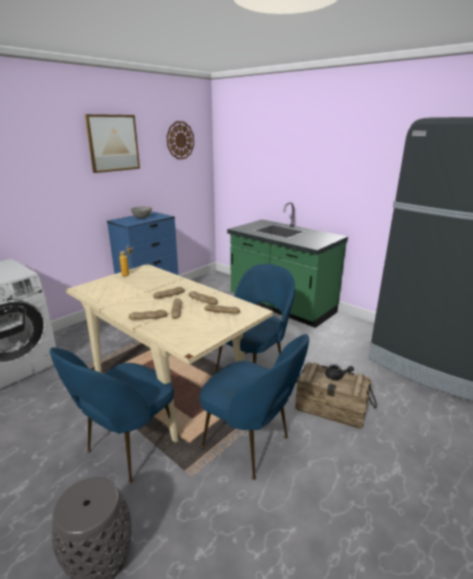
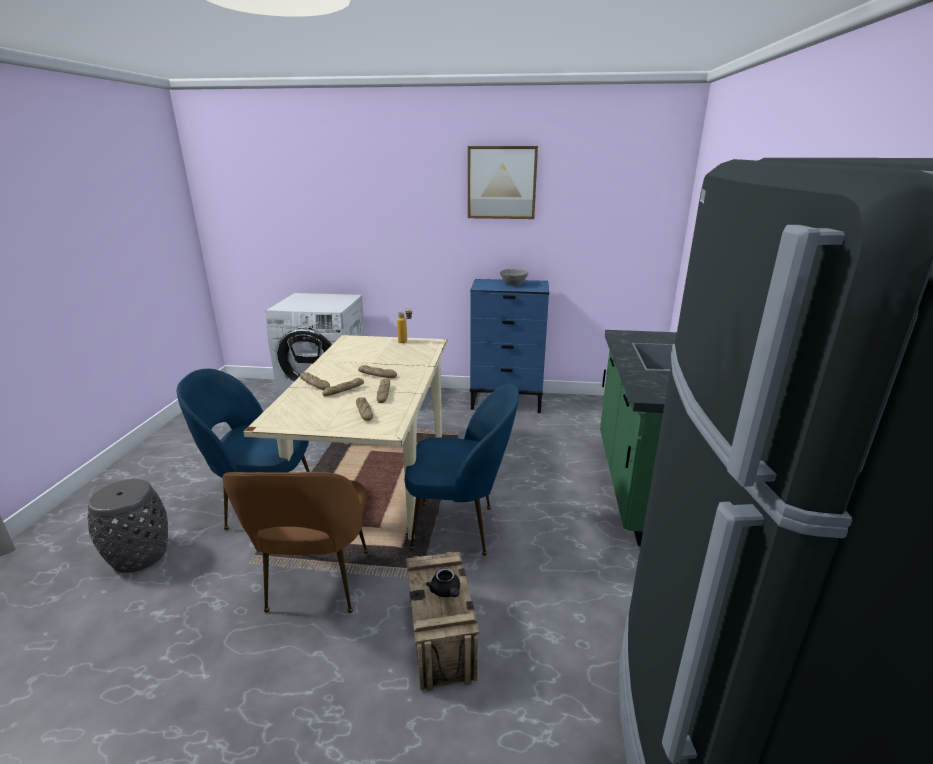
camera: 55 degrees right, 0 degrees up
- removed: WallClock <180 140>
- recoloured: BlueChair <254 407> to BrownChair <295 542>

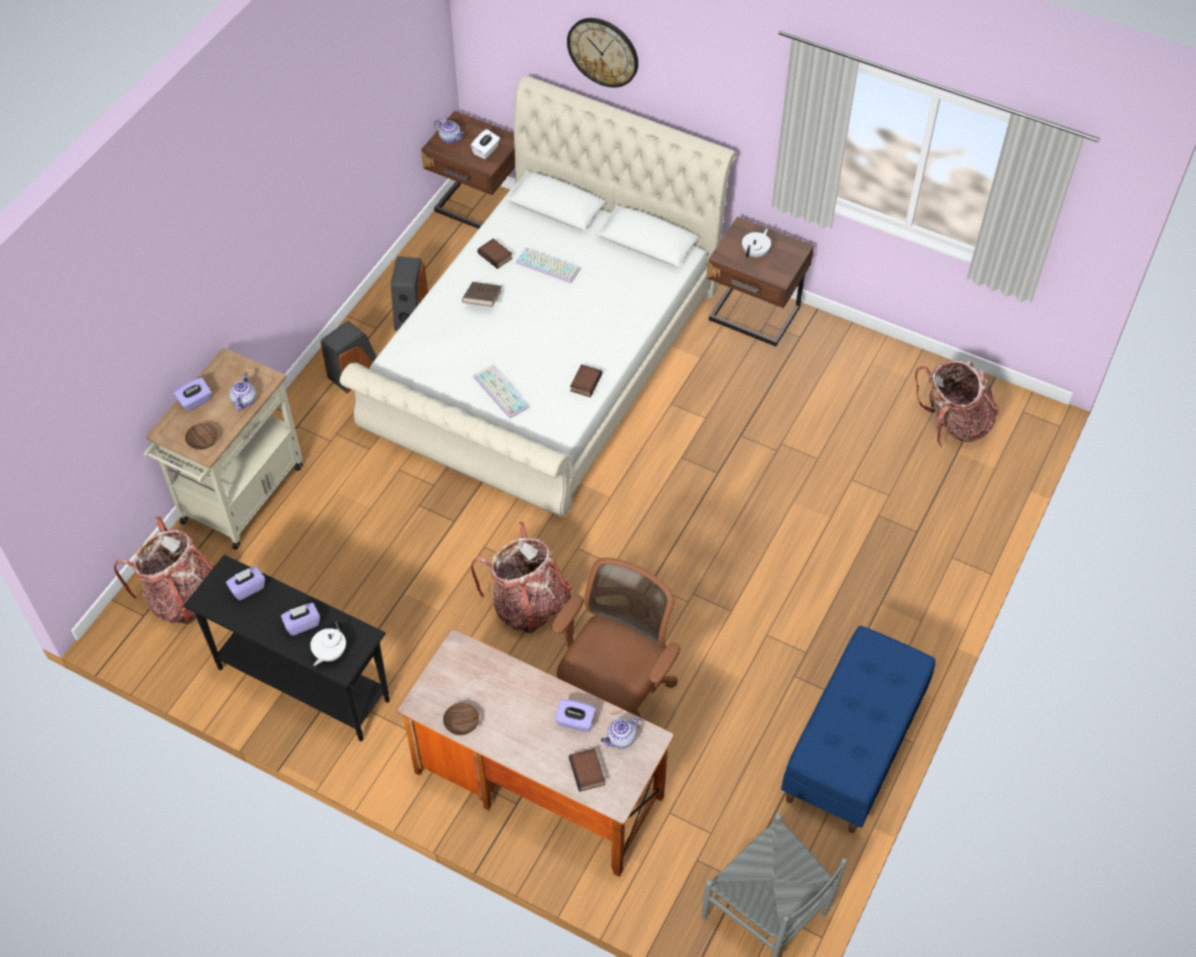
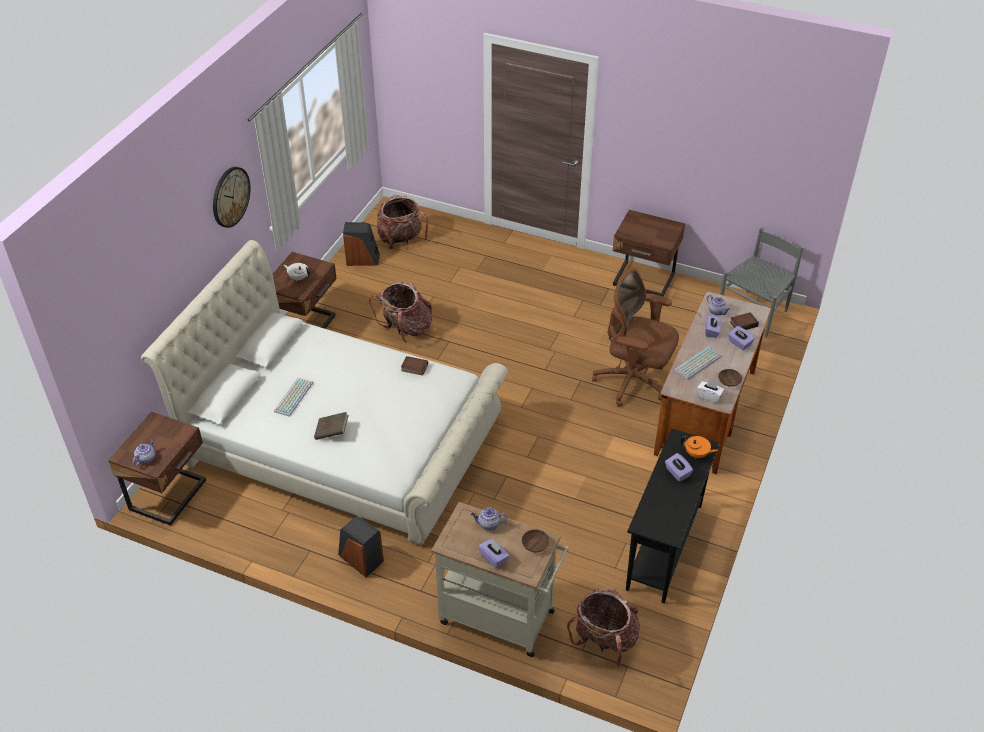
camera: 95 degrees left, 10 degrees down
- moved: WallClock <602 53> to <231 197>
- moved: WhiteTissueBox <485 144> to <710 391>
- removed: Book <495 254>
- moved: Speaker <409 293> to <361 244>
- moved: Keyboard <501 391> to <697 363>
- moved: Backpack <521 577> to <400 312>
- moved: PurpleTissueBox <245 583> to <741 338>
- recoloured: WhiteTeapot <328 643> to OrangeTeapot <699 446>
- replaced: BlueBench <858 729> to BrownNightstand <649 253>

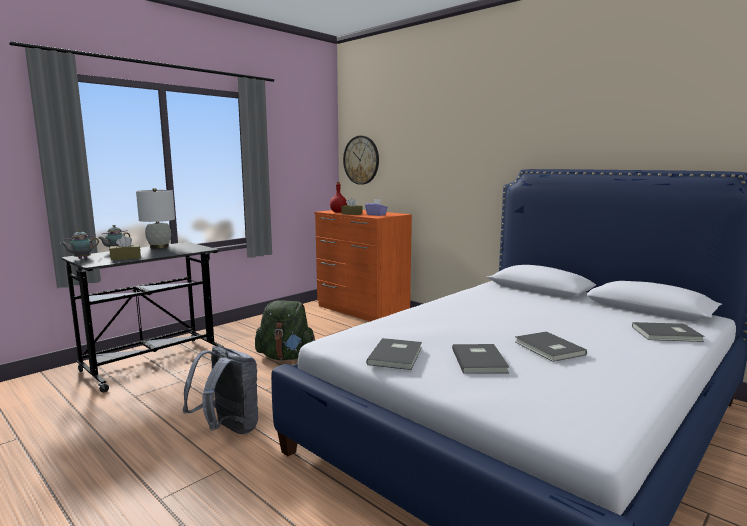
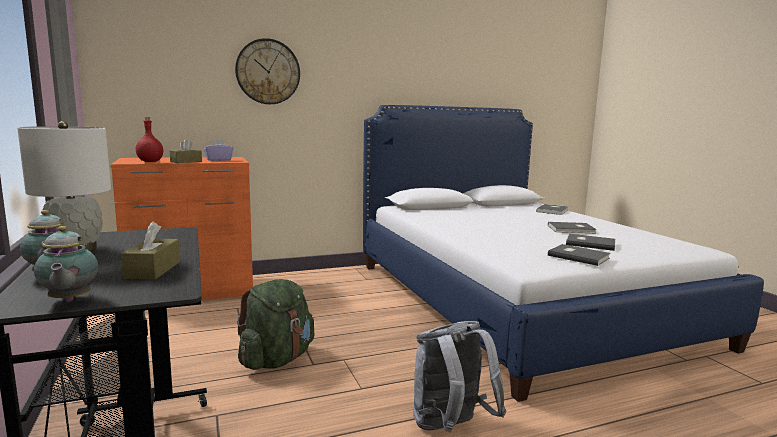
camera: 65 degrees left, 0 degrees up
- moved: WallClock <361 160> to <267 71>

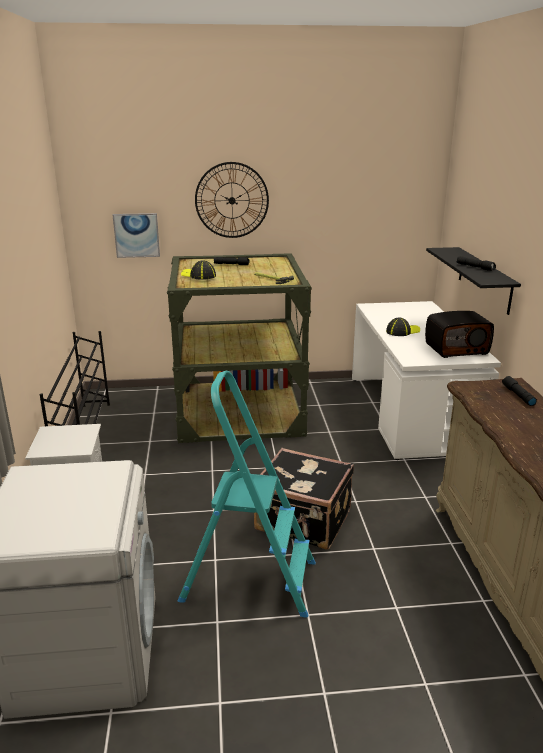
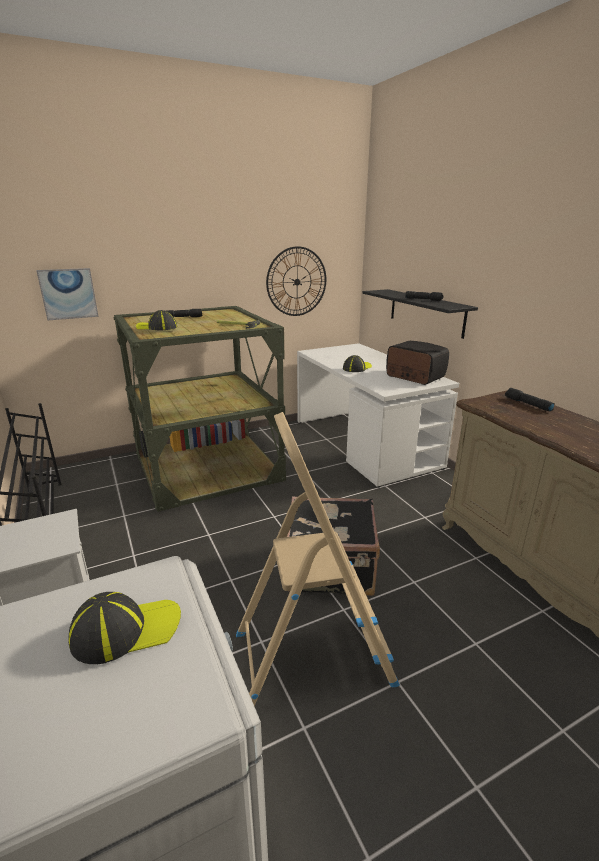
camera: 20 degrees left, 0 degrees up
- moved: WallClock <232 200> to <296 281>
- turned: Radio <459 334> = <417 363> 105 degrees counterclockwise
- recoloured: TurquoiseStepLadder <247 494> to BeigeStepLadder <318 559>
- added: Cap <124 628>

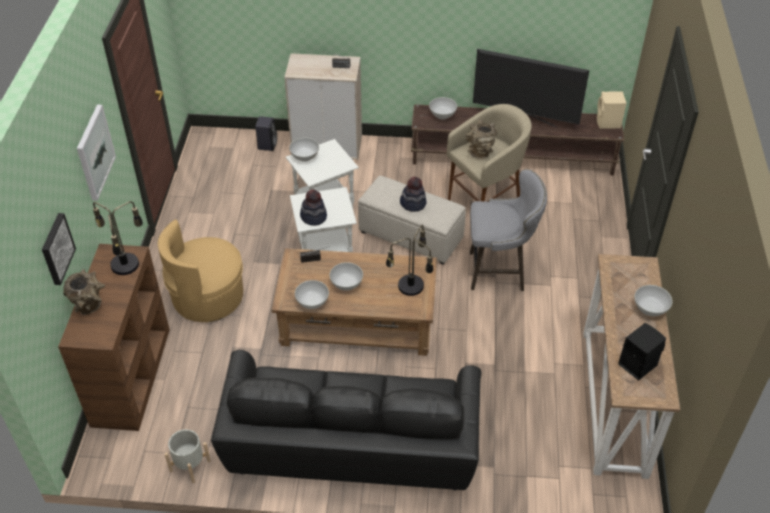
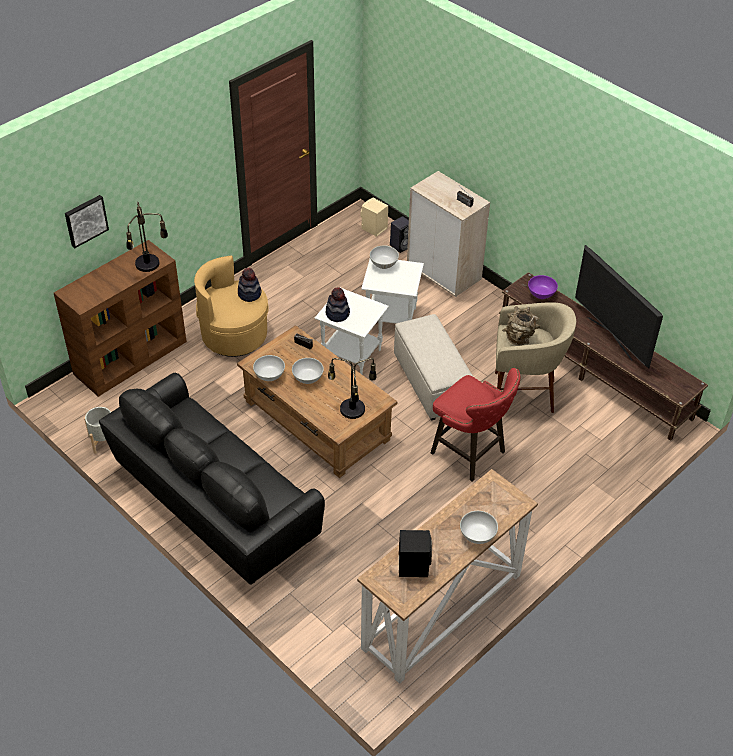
camera: 40 degrees right, 0 degrees up
- moved: BeigeSpeaker <611 110> to <374 217>
- recoloured: WhiteBowl <443 108> to PurpleBowl <543 287>
- removed: Picture <96 153>
- recoloured: GreyStool <508 230> to RedStool <475 425>
- moved: Hat <413 194> to <250 285>
- removed: BrownVase <84 292>

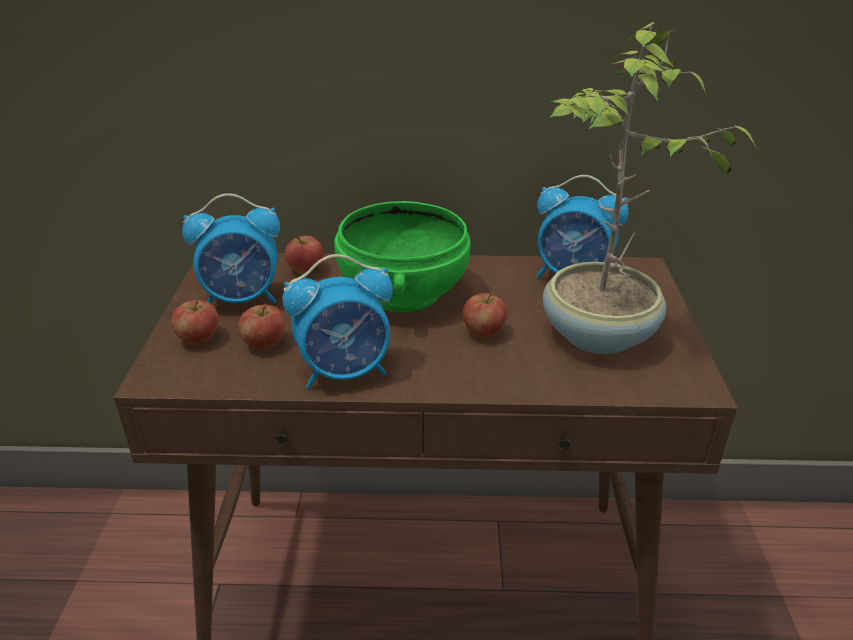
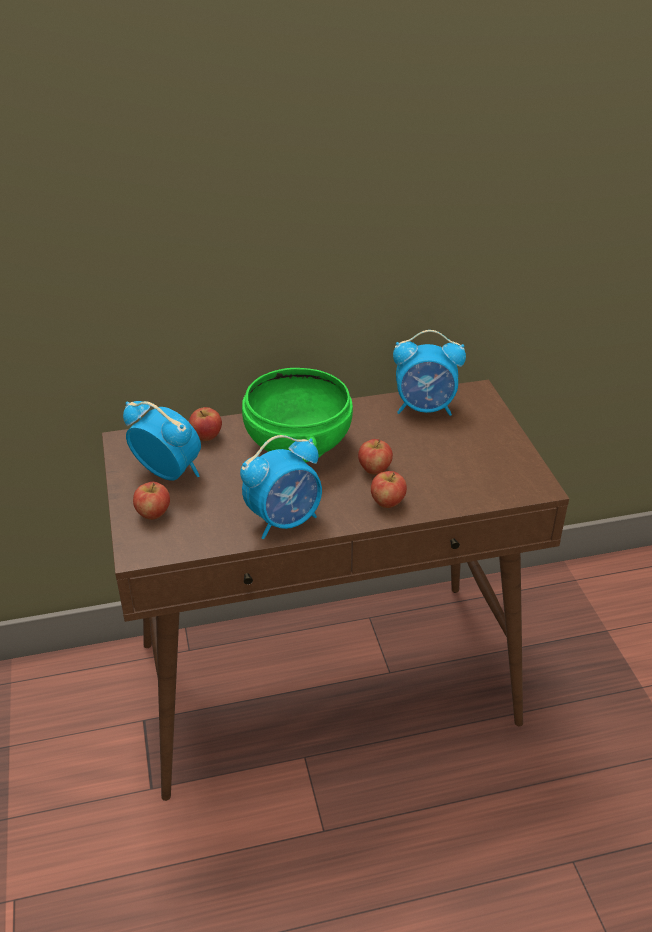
camera: 15 degrees left, 5 degrees up
- removed: PottedPlant <650 188>
- turned: AlarmClock <231 248> = <162 441> 120 degrees counterclockwise
- moved: Apple <261 327> to <389 489>

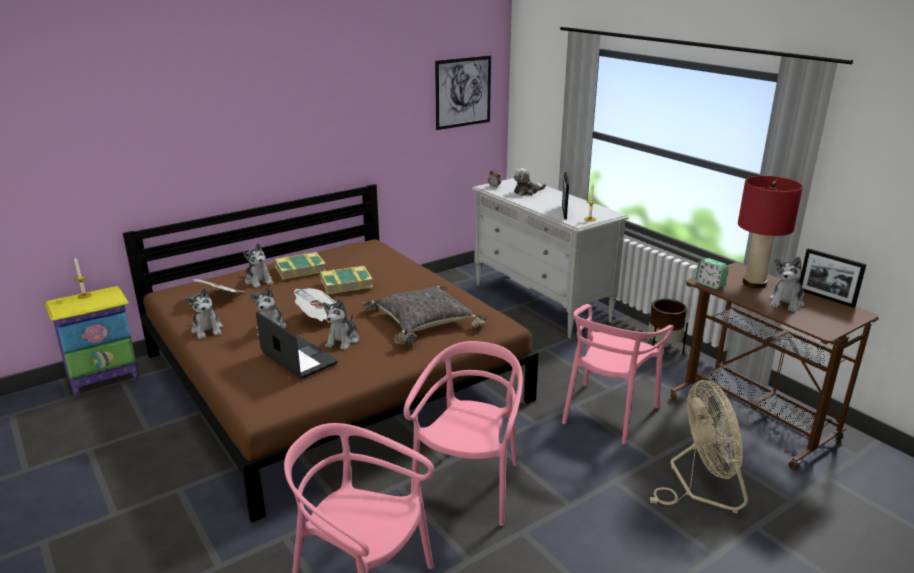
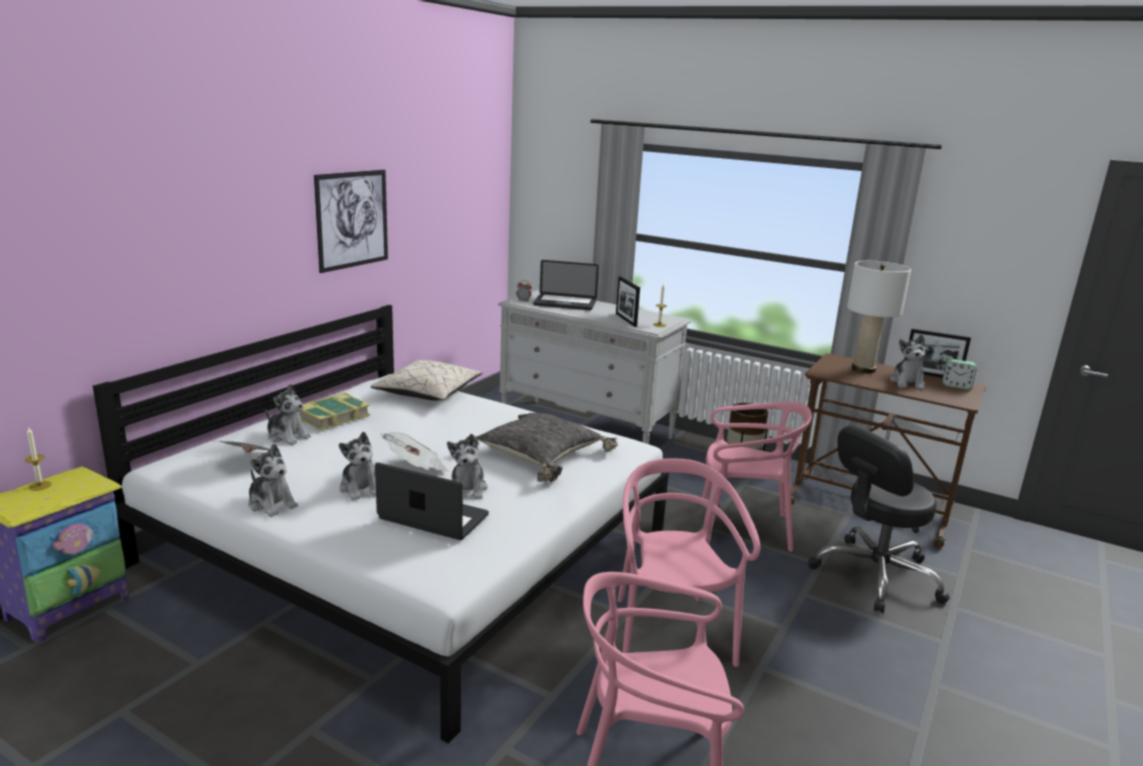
camera: 25 degrees left, 5 degrees down
- moved: Picture <463 92> to <351 221>
- replaced: PlushToy <530 182> to Laptop <566 285>
- recoloured: RedTableLamp <770 232> to WhiteTableLamp <879 317>
- recoloured: BrownBed <331 353> to WhiteBed <381 524>
- moved: AlarmClock <712 273> to <959 374>
- removed: Book <346 280>
- turned: PinkChair <618 374> = <757 477> 90 degrees counterclockwise
- replaced: BeigeFan <698 447> to BlackOfficeChair <878 519>
- added: BeigePillow <426 380>

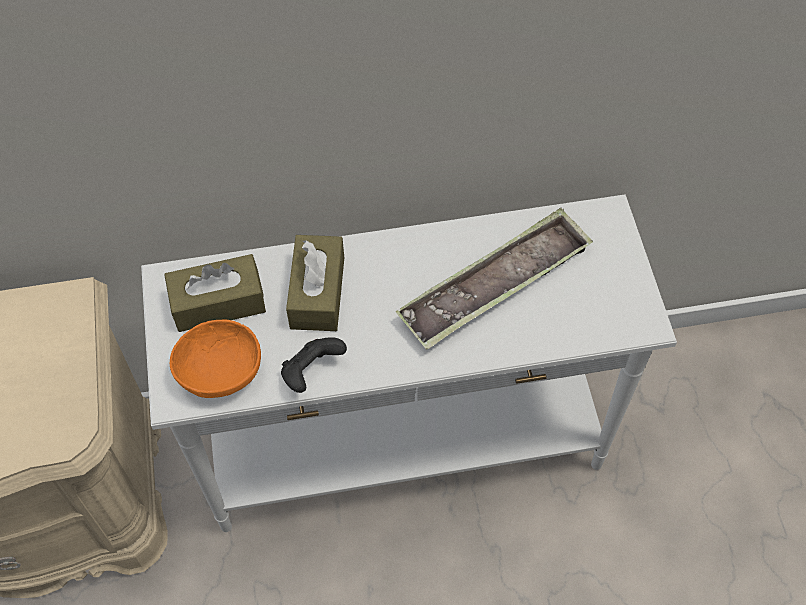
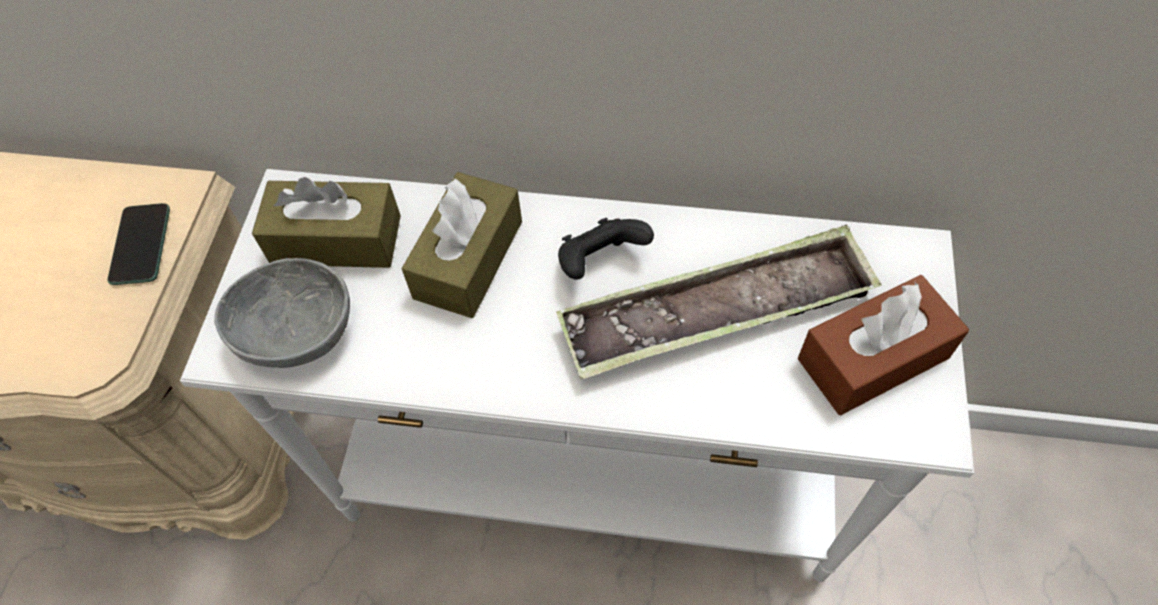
camera: 20 degrees right, 0 degrees up
- recoloured: OrangeBowl <215 359> to GreyBowl <282 313>
- moved: BlackGameController <314 365> to <606 249>
- added: Phone <138 244>
- added: BrownTissueBox <883 345>

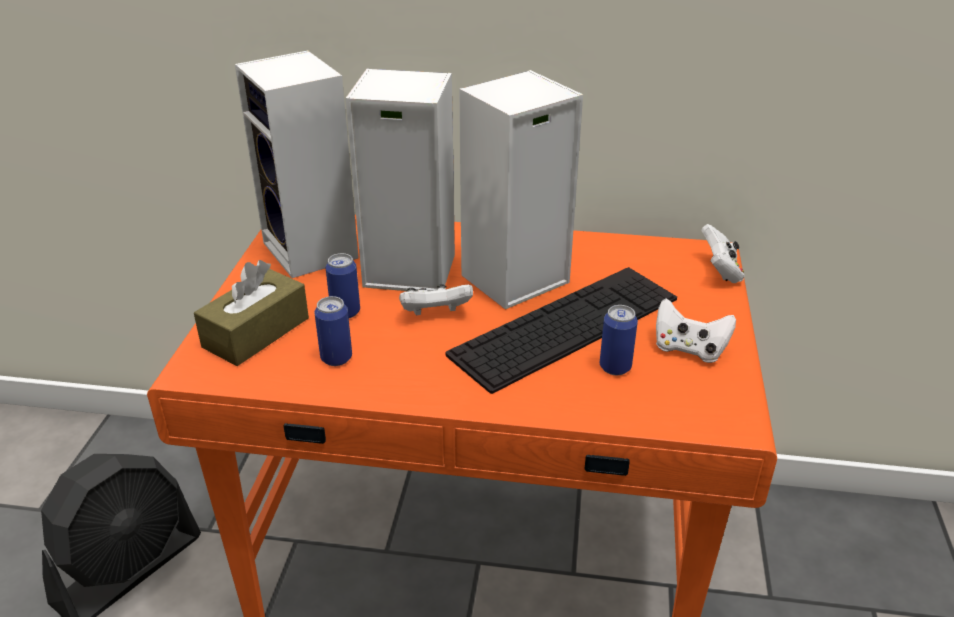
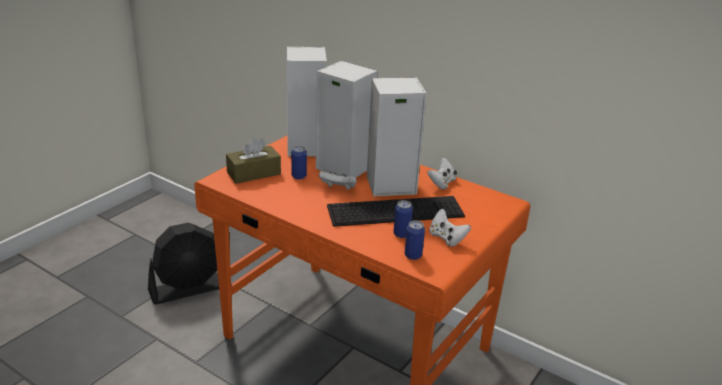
camera: 25 degrees right, 5 degrees down
- moved: WhiteGameController <723 253> to <442 173>
- moved: Can <333 331> to <415 240>

